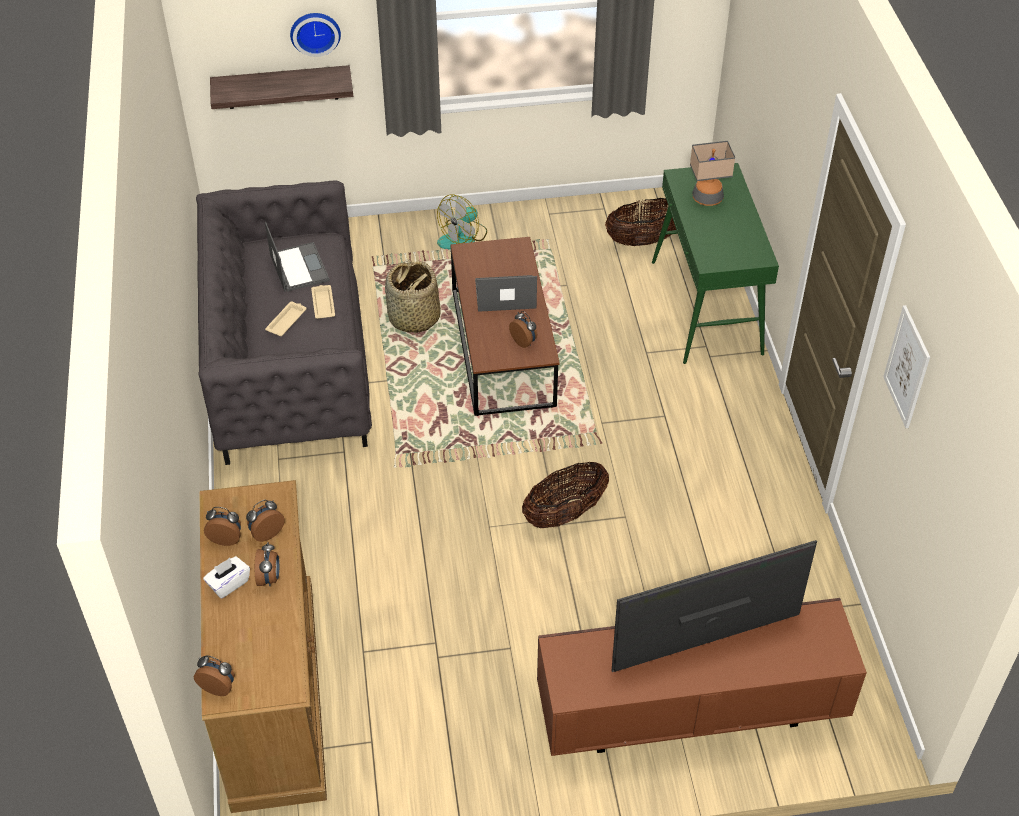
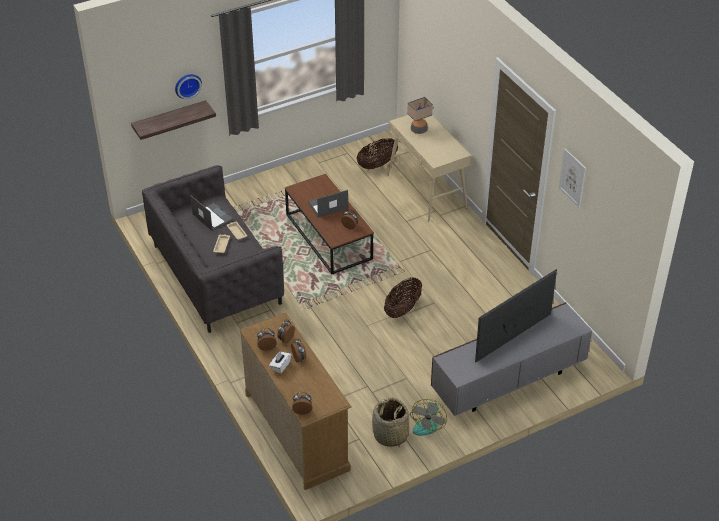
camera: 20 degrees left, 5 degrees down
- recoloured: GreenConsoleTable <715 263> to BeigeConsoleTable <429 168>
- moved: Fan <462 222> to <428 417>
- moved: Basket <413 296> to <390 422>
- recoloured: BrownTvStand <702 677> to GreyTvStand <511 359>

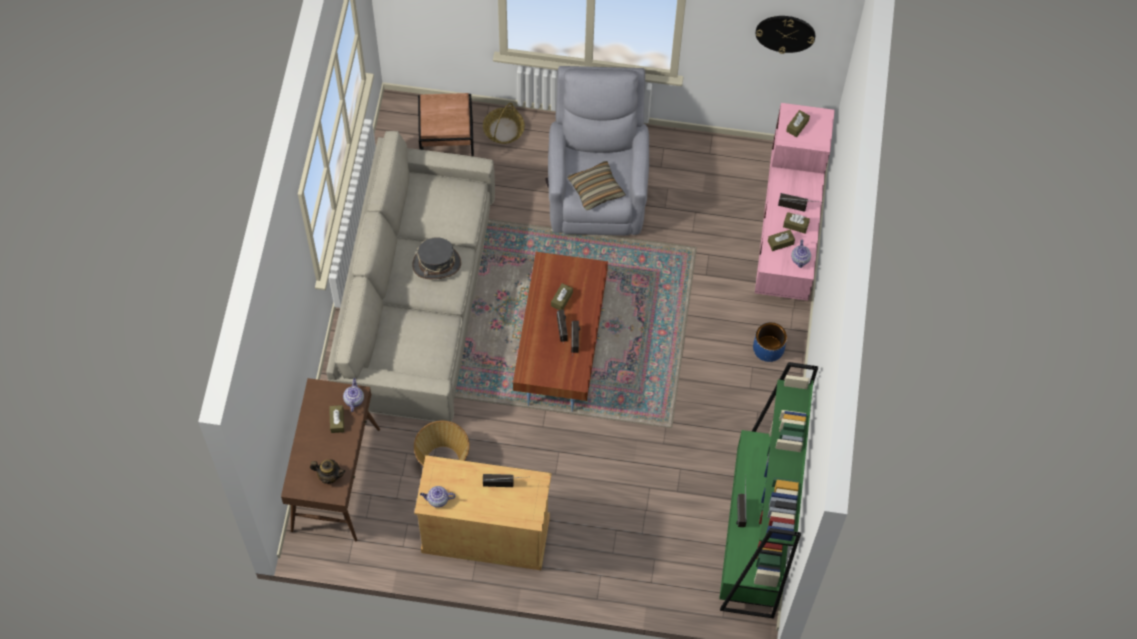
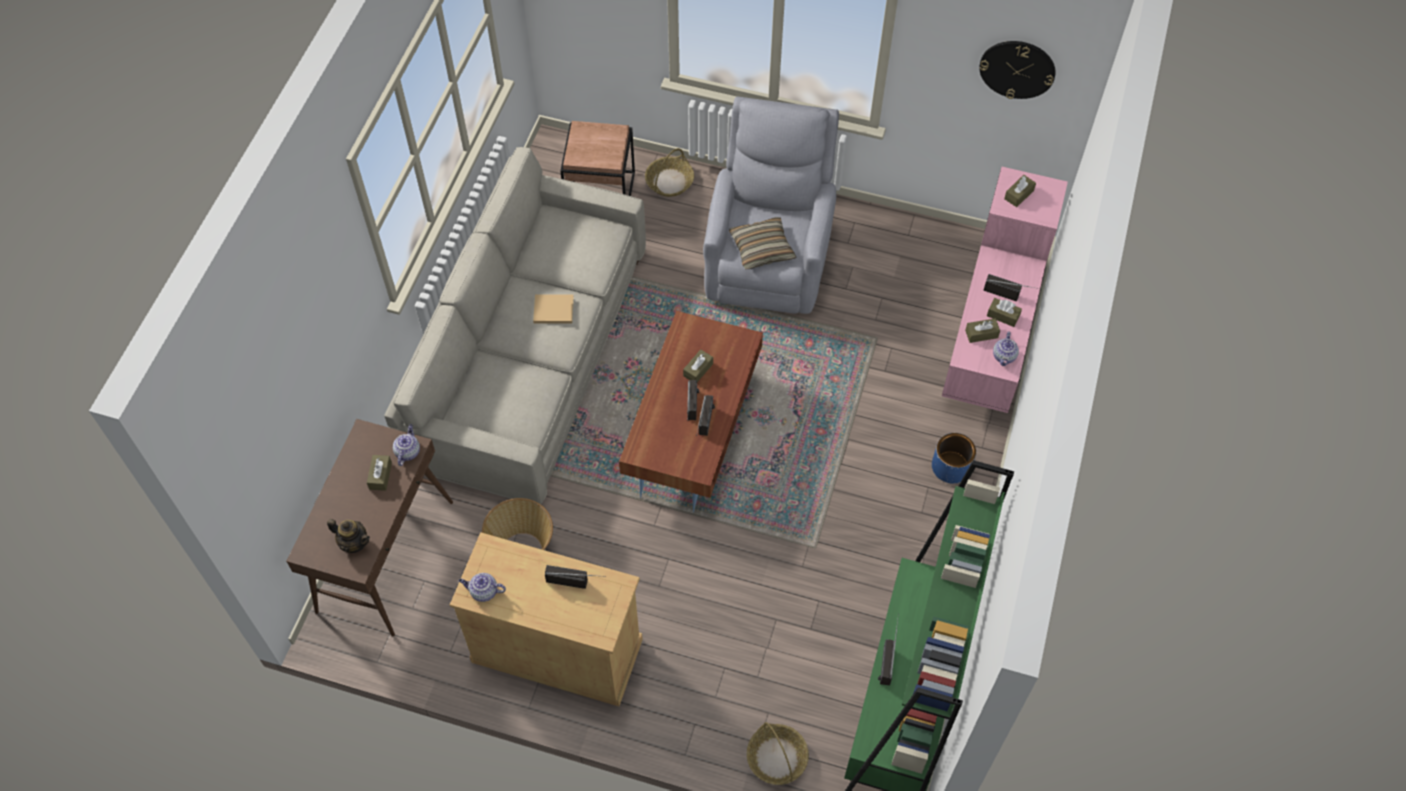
camera: 10 degrees right, 5 degrees down
- replaced: GreyHat <436 258> to BeigeBook <553 309>
- added: Basket <778 753>

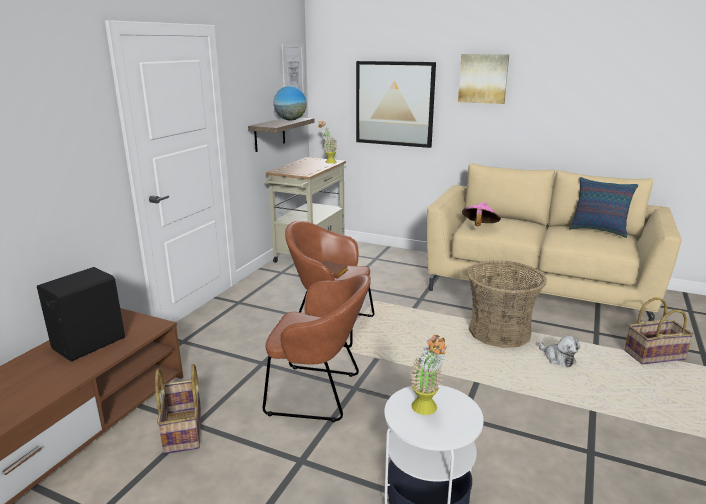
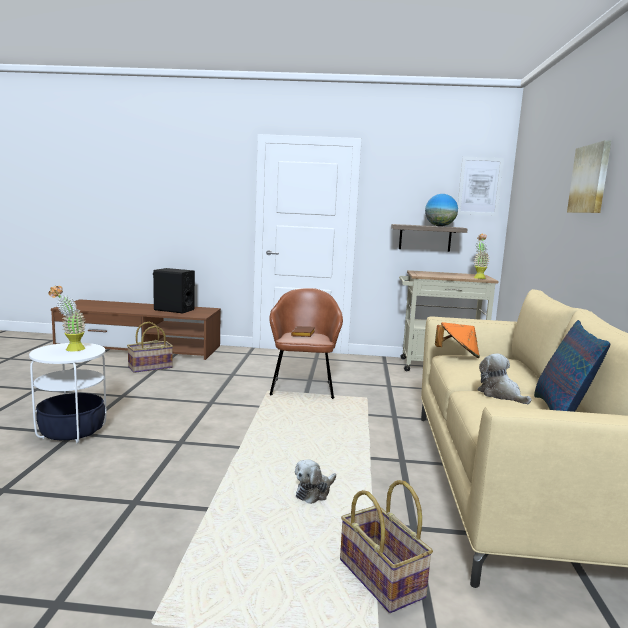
camera: 70 degrees right, 10 degrees down
- removed: Picture <396 104>
- recoloured: PinkHat <481 214> to OrangeHat <457 340>
- removed: Basket <507 304>
- removed: BrownArmchair <317 348>
- added: PlushToy <505 379>

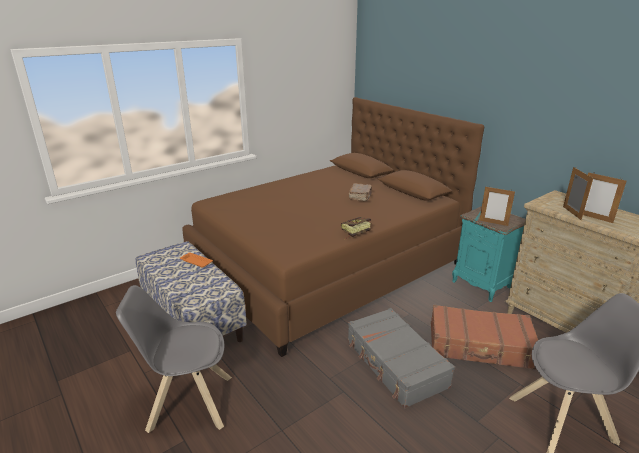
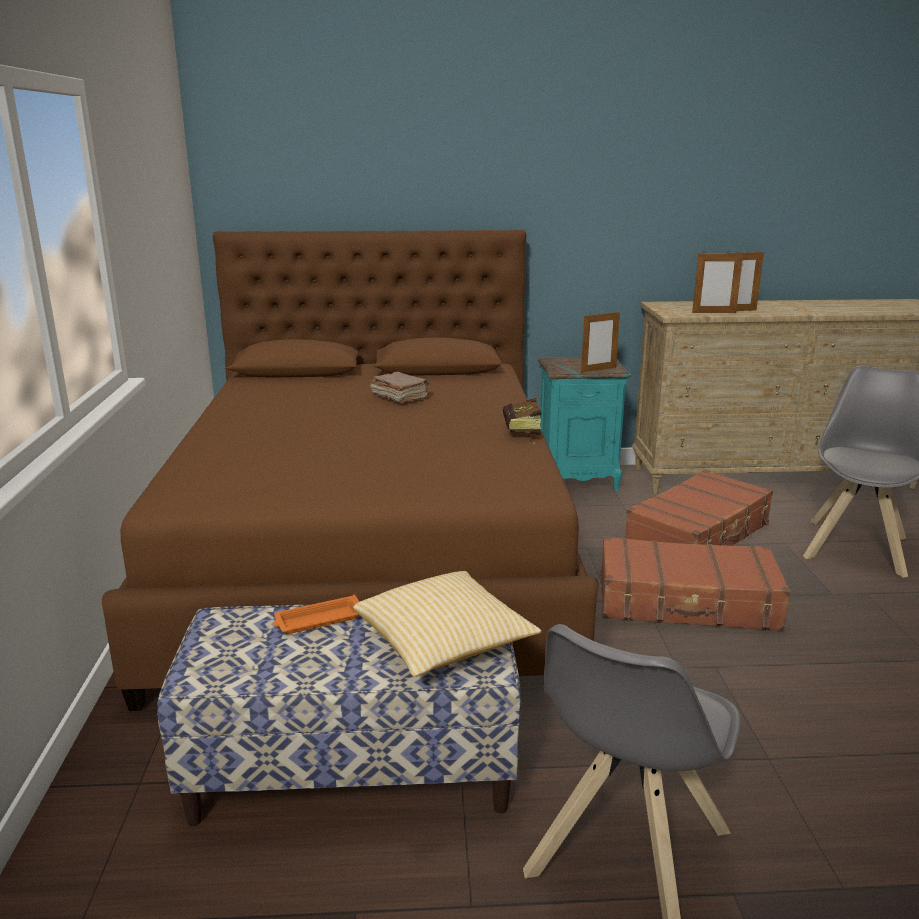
camera: 55 degrees left, 5 degrees down
- turned: PictureFrame <578 193> = <717 282> 150 degrees clockwise
- recoloured: GreySuitcase <401 358> to BrownSuitcase <696 584>
- added: Pillow <447 624>

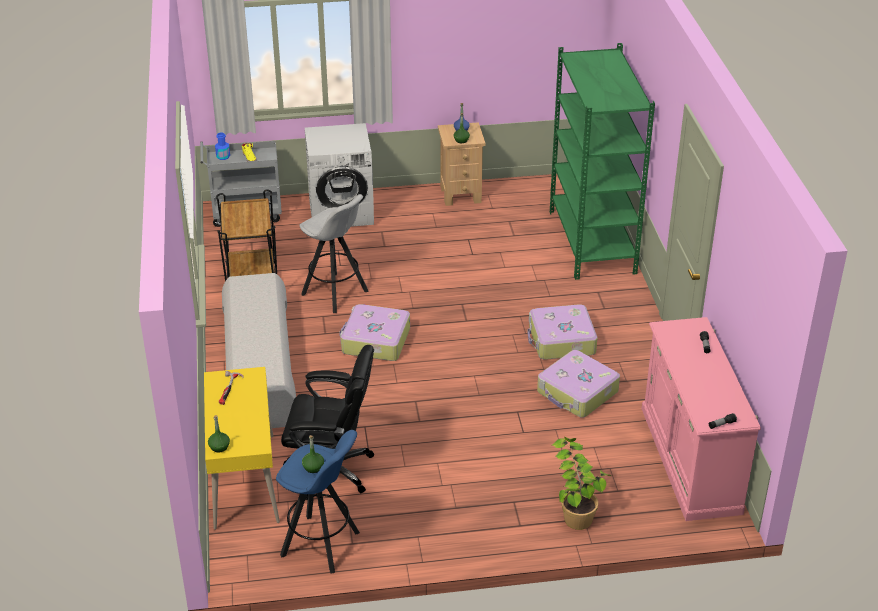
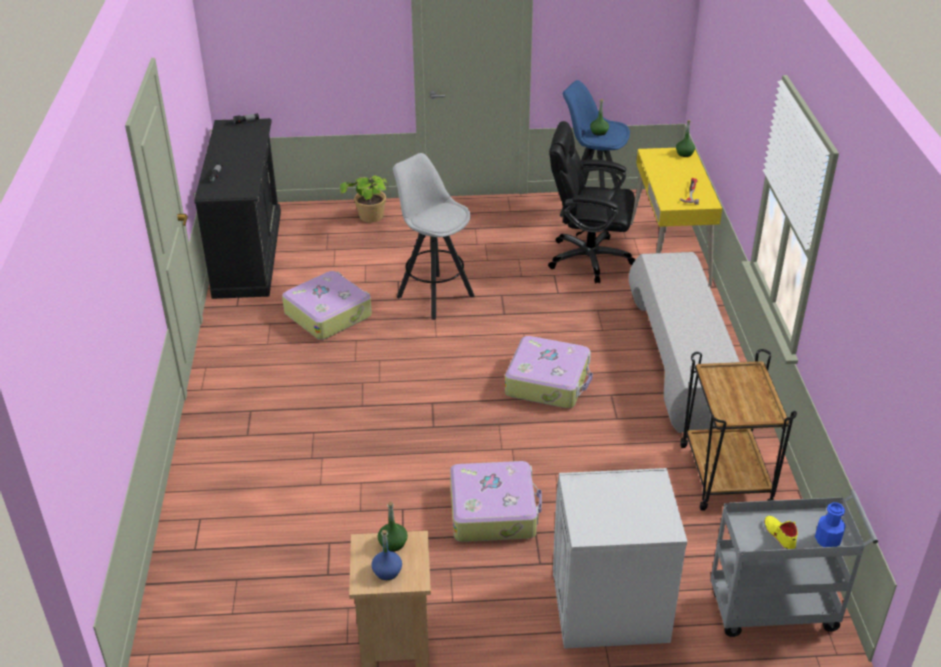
camera: 175 degrees left, 0 degrees up
- removed: GreenBookcase <602 161>
- moved: GreyStool <333 253> to <434 236>
- moved: Suitcase <562 331> to <496 501>
- recoloured: PinkCabinet <701 419> to BlackCabinet <237 208>

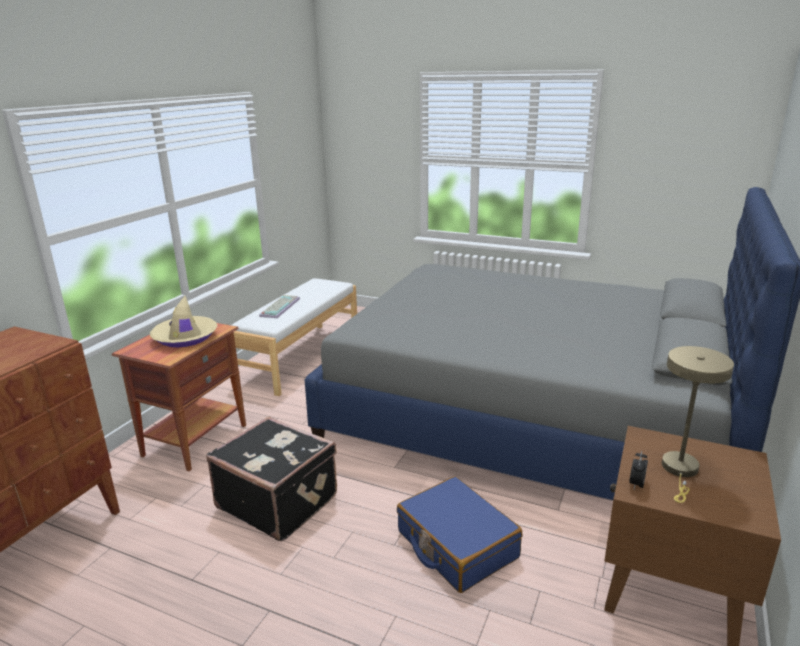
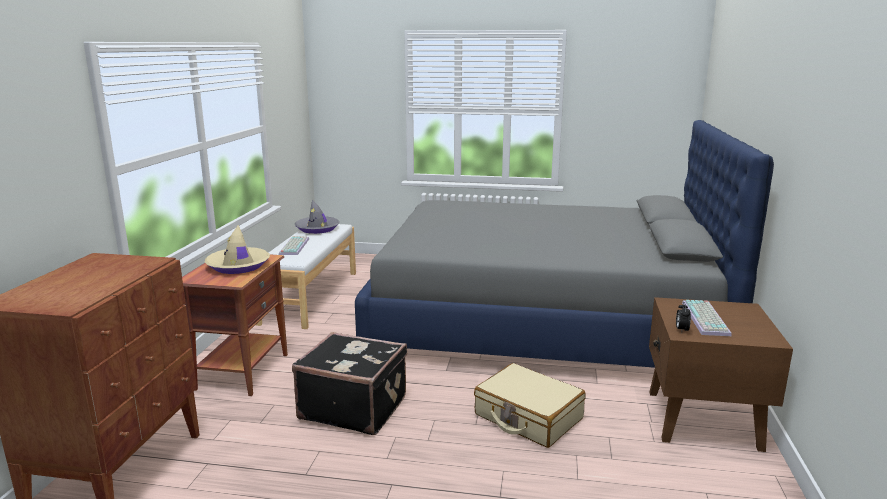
camera: 15 degrees left, 5 degrees down
- replaced: BeigeTableLamp <698 424> to Keyboard <707 318>
- recoloured: BlueSuitcase <459 534> to BeigeSuitcase <529 405>
- added: GreyHat <316 217>

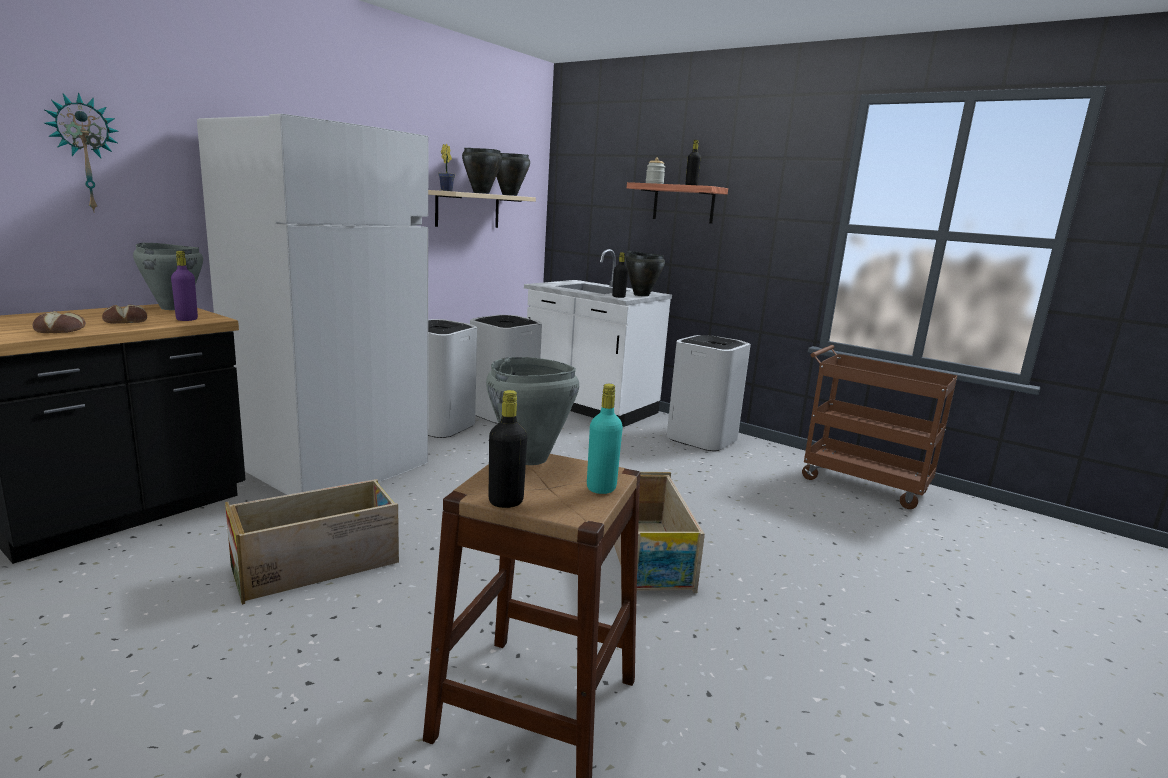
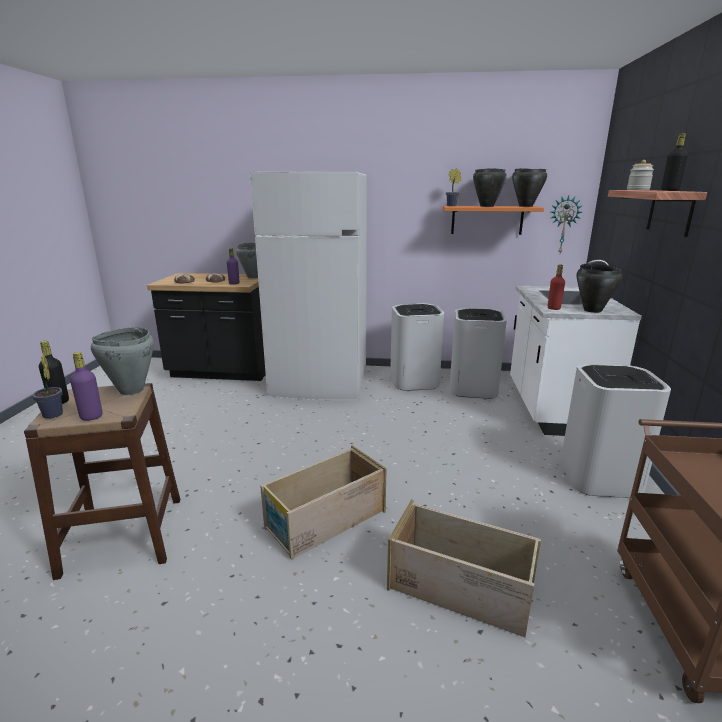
camera: 60 degrees right, 5 degrees up
- moved: WallClock <81 152> to <566 224>
- recoloured: BeigeShelf <482 209> to OrangeShelf <493 220>
- recoloured: BlackBottle <620 275> to RedBottle <556 287>
- recoloured: TurquoiseBottle <605 439> to PurpleBottle <86 386>
- moved: Crate <312 542> to <464 568>
- added: PottedPlant <47 385>

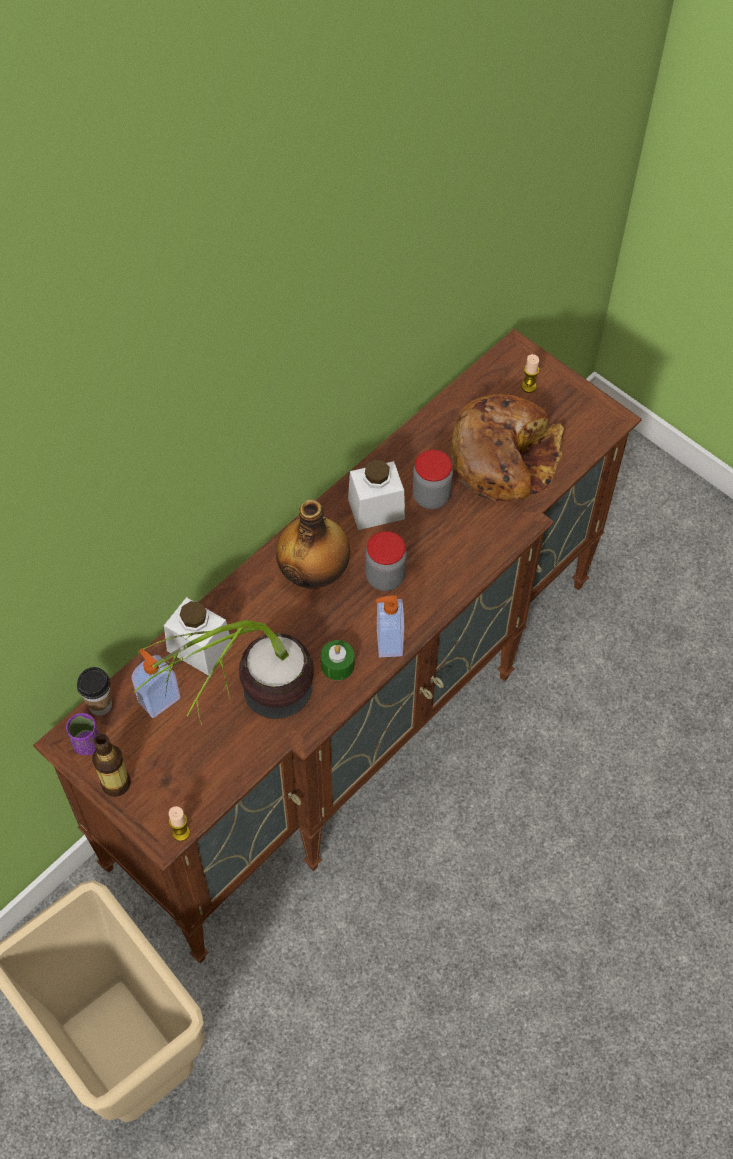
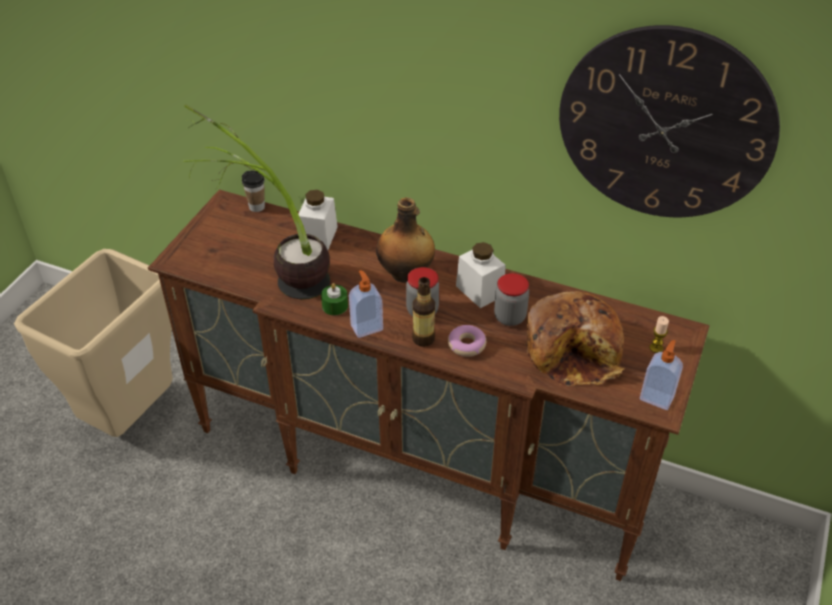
camera: 70 degrees right, 15 degrees down
- moved: SoapDispenser <155 683> to <661 375>
- removed: PurpleCup <82 734>
- moved: Bottle <111 765> to <423 312>
- removed: Candle <179 823>
- added: WallClock <669 121>
- added: Donut <467 341>

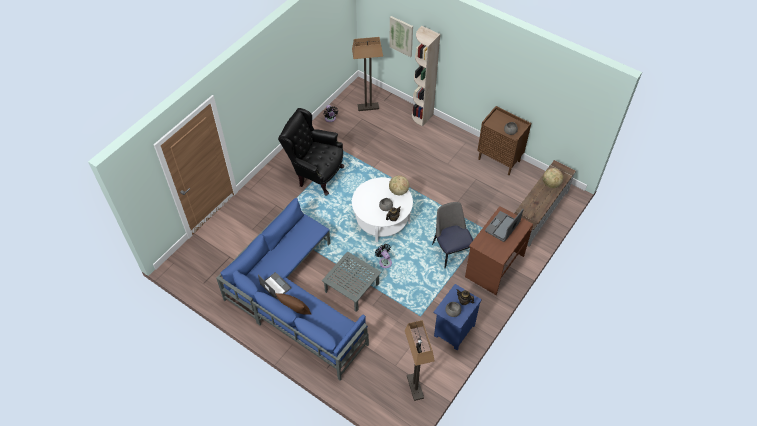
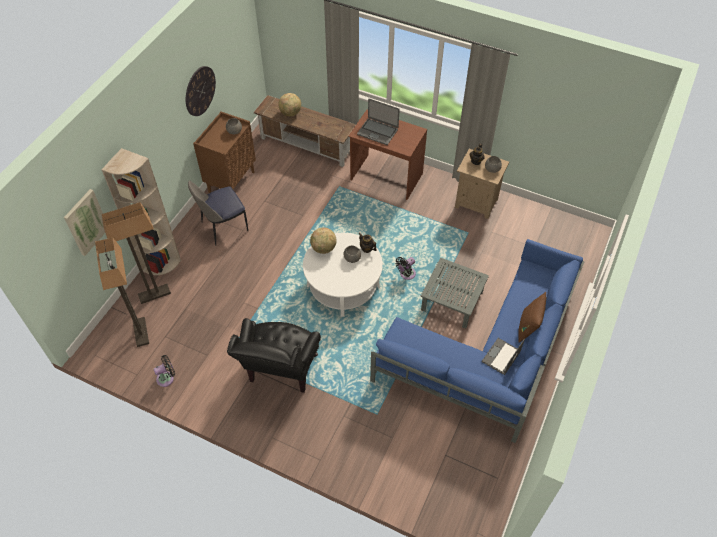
camera: 100 degrees left, 0 degrees up
- moved: Chair <452 235> to <218 213>
- recoloured: BlueNightstand <457 317> to BeigeNightstand <482 184>
- moved: FloorLamp <419 360> to <136 253>
- added: WallClock <201 91>

